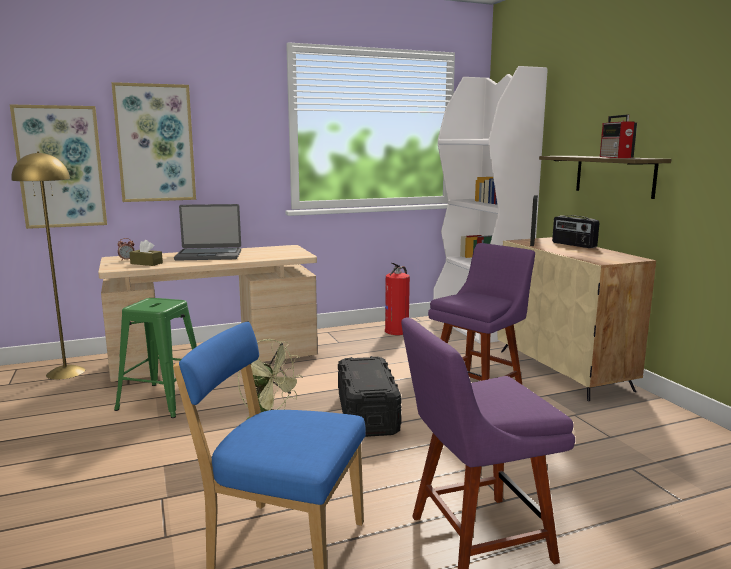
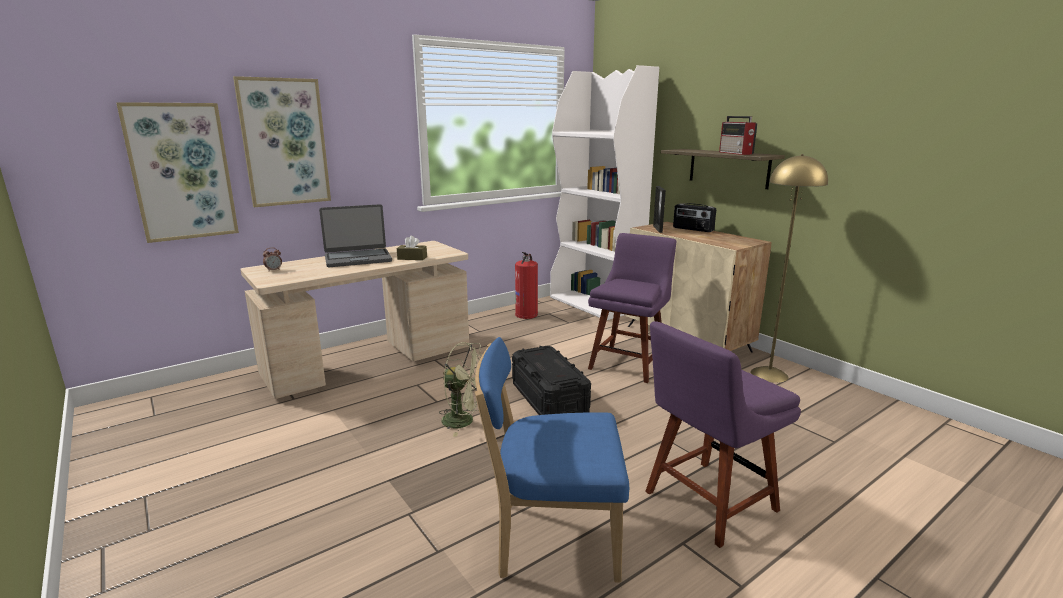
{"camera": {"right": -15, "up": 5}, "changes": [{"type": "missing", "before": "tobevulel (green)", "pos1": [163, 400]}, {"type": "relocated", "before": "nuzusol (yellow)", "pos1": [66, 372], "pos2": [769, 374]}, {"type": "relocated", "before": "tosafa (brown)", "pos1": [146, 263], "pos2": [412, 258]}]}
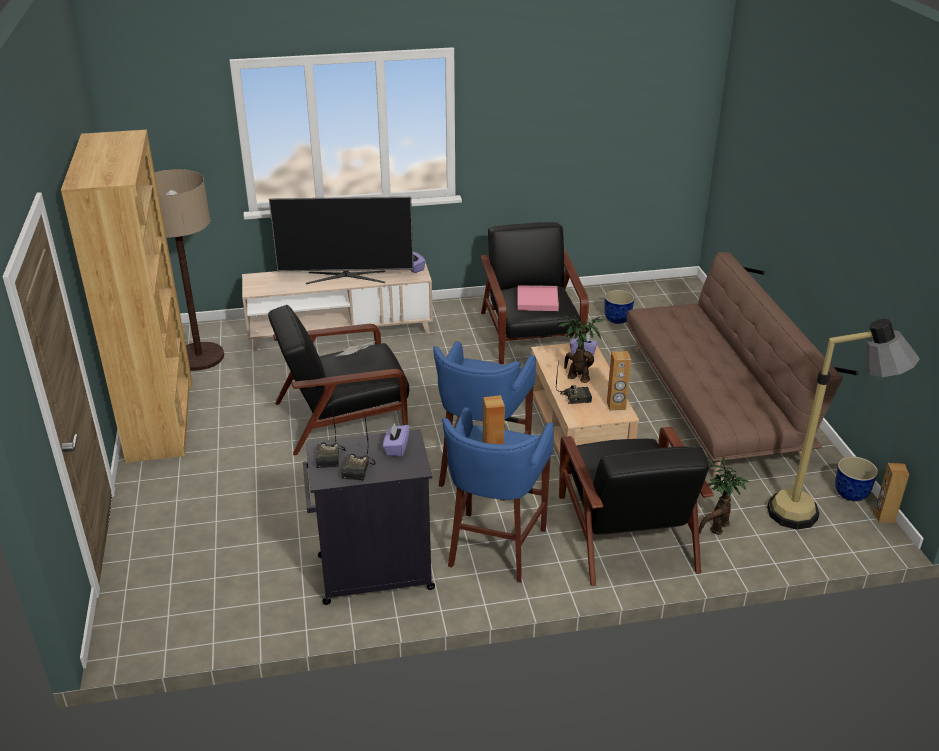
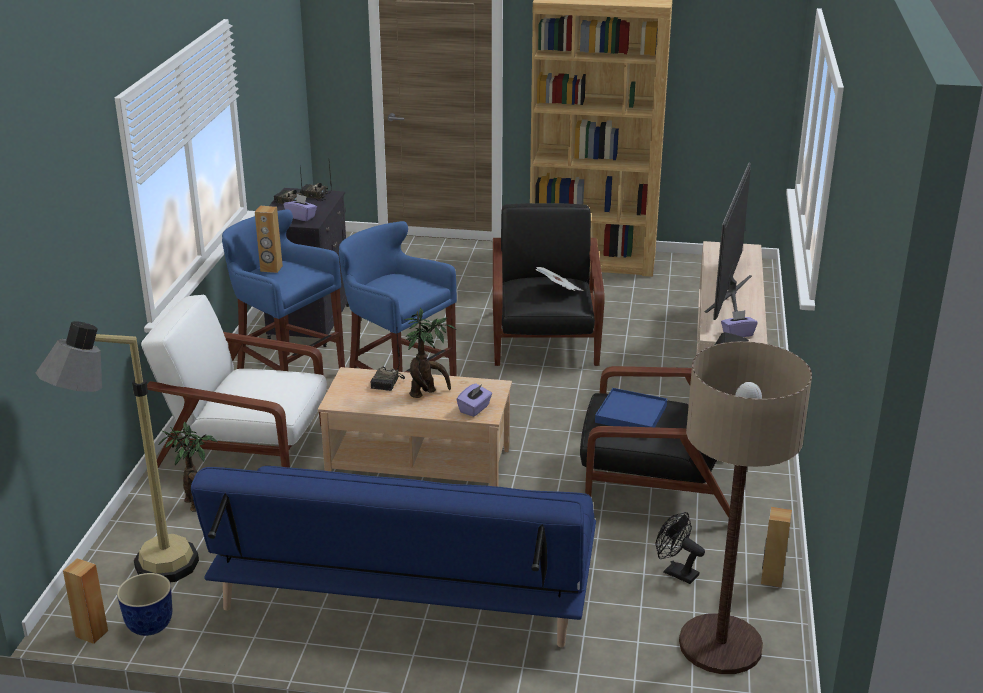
{"camera": {"right": 110, "up": -5}, "changes": [{"type": "relocated", "before": "nuzusol", "pos1": [199, 357], "pos2": [720, 645]}, {"type": "relocated", "before": "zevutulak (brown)", "pos1": [616, 406], "pos2": [771, 579]}, {"type": "exchanged", "before": "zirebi", "after": "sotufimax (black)", "pos1": [617, 319], "pos2": [675, 572]}, {"type": "colour", "before": "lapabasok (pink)", "after": "lapabasok (blue)", "pos1": [537, 300], "pos2": [631, 414]}, {"type": "colour", "before": "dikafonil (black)", "after": "dikafonil (white)", "pos1": [625, 530], "pos2": [245, 448]}, {"type": "colour", "before": "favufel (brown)", "after": "favufel (blue)", "pos1": [714, 403], "pos2": [406, 586]}]}
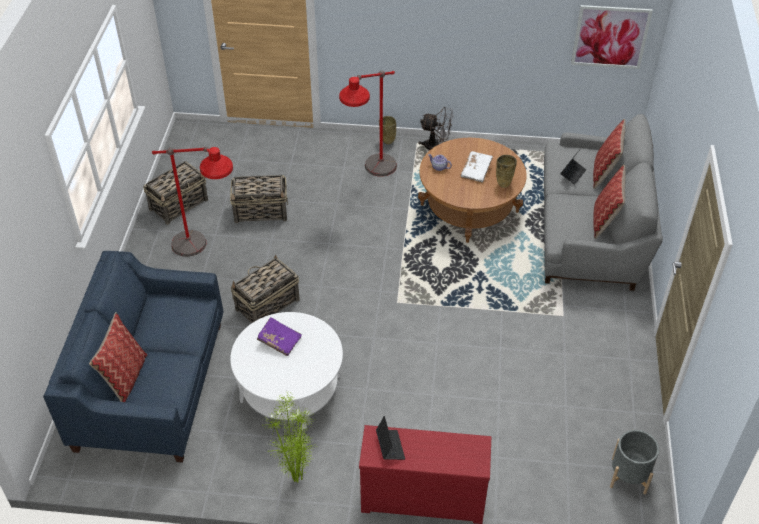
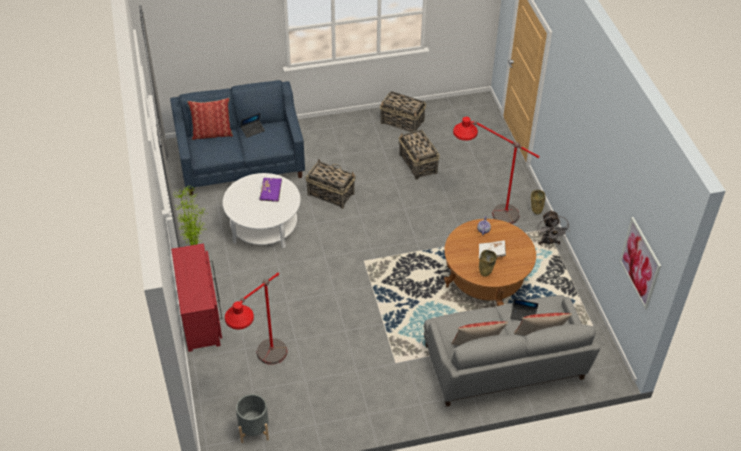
{"camera": {"right": 70, "up": 0}, "changes": [{"type": "relocated", "before": "nuzusol (red)", "pos1": [206, 255], "pos2": [263, 368]}, {"type": "relocated", "before": "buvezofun", "pos1": [390, 446], "pos2": [253, 130]}]}
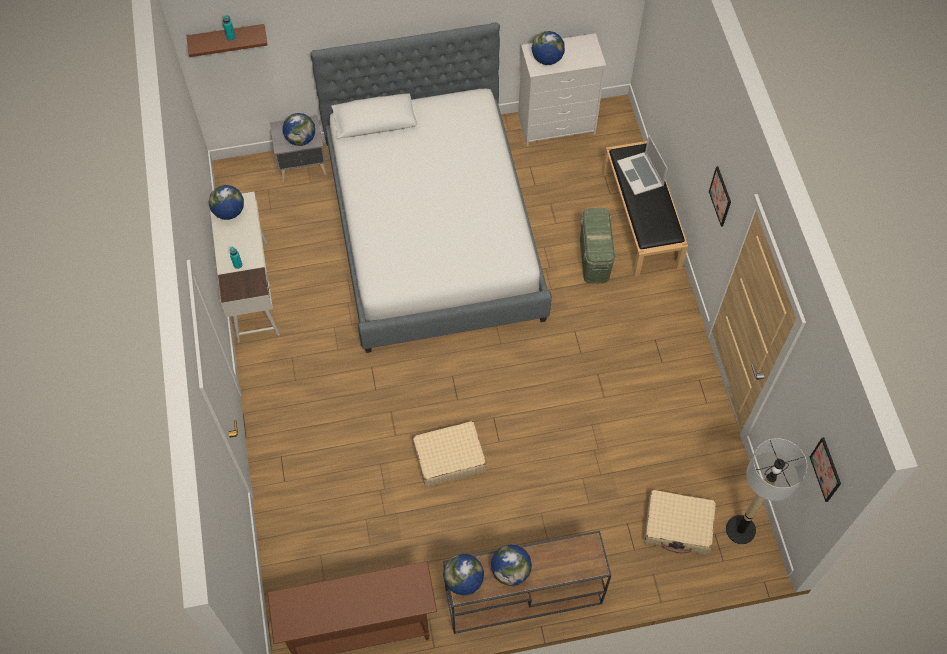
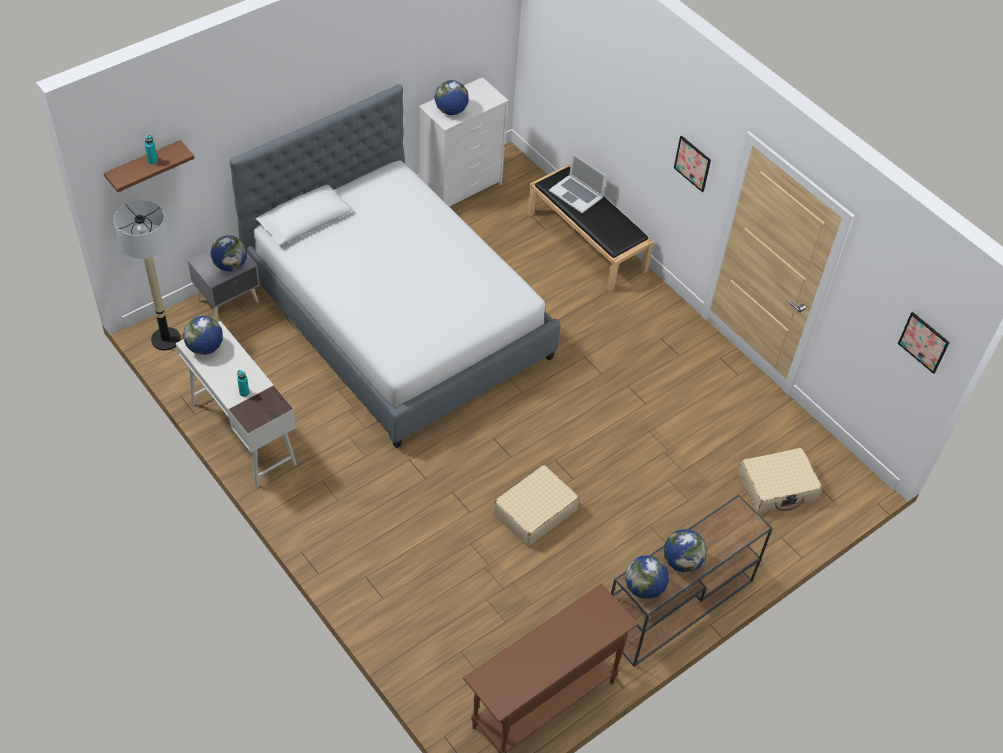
{"camera": {"right": -30, "up": -10}, "changes": [{"type": "missing", "before": "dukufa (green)", "pos1": [594, 258]}, {"type": "relocated", "before": "nuzusol", "pos1": [740, 529], "pos2": [166, 339]}]}
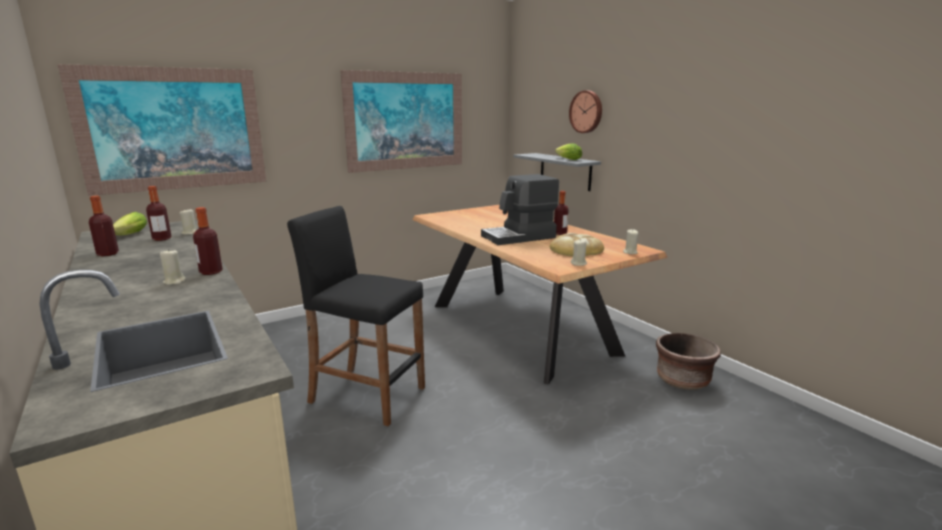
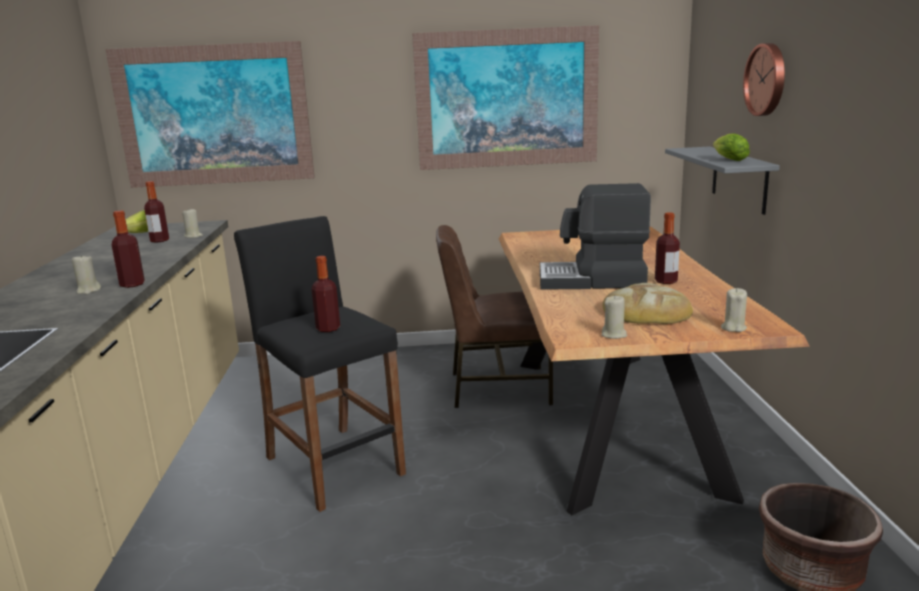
{"camera": {"right": 30, "up": 0}, "changes": [{"type": "appeared", "after": "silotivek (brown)", "pos2": [497, 387]}, {"type": "relocated", "before": "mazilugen", "pos1": [108, 254], "pos2": [328, 328]}]}
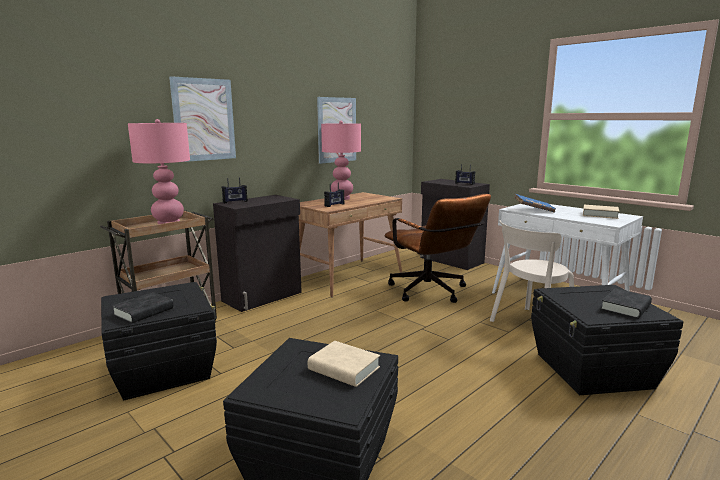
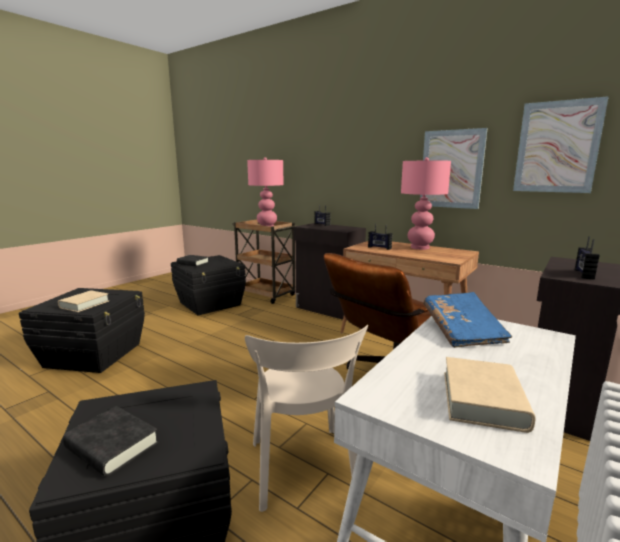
{"camera": {"right": 80, "up": 0}, "changes": [{"type": "relocated", "before": "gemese", "pos1": [204, 119], "pos2": [557, 147]}, {"type": "spun", "before": "silotivek (beige)", "pos1": [529, 325], "pos2": [303, 471], "turn": -150}]}
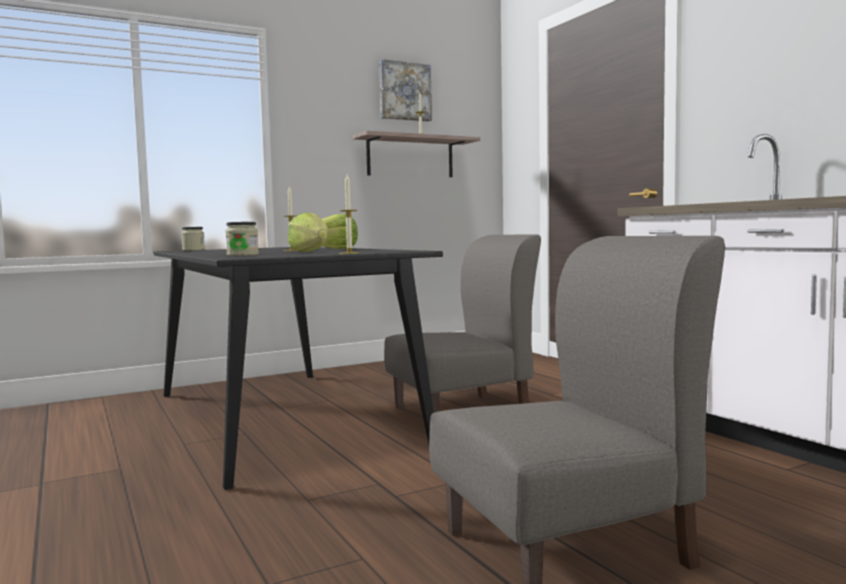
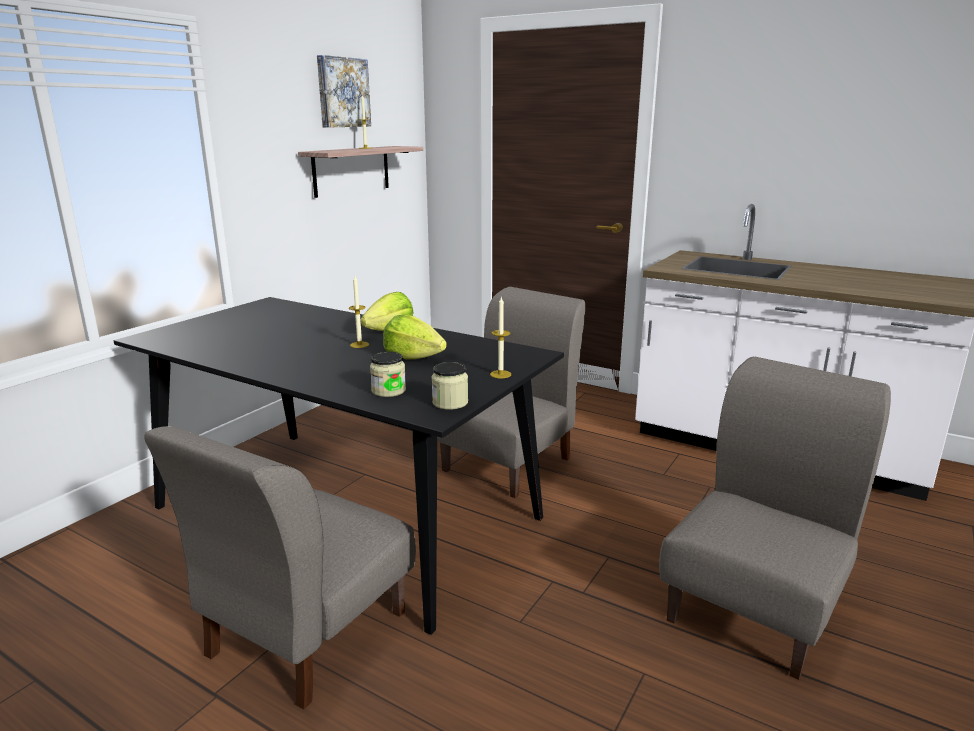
{"camera": {"right": -30, "up": 15}, "changes": [{"type": "appeared", "after": "silotivek (grey)", "pos2": [306, 633]}, {"type": "relocated", "before": "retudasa", "pos1": [193, 250], "pos2": [450, 403]}]}
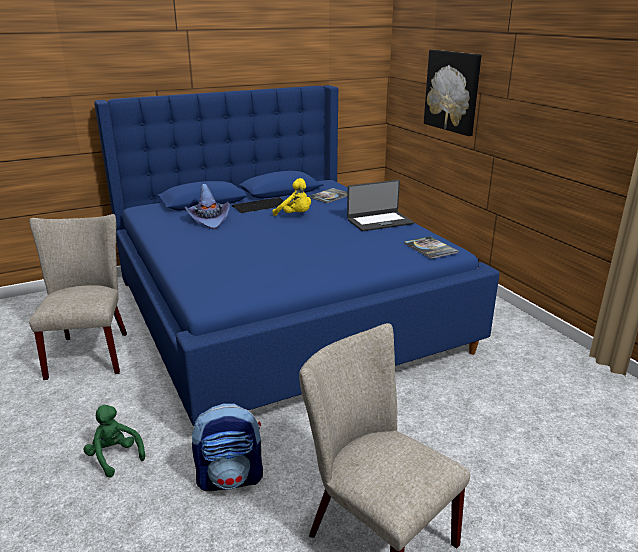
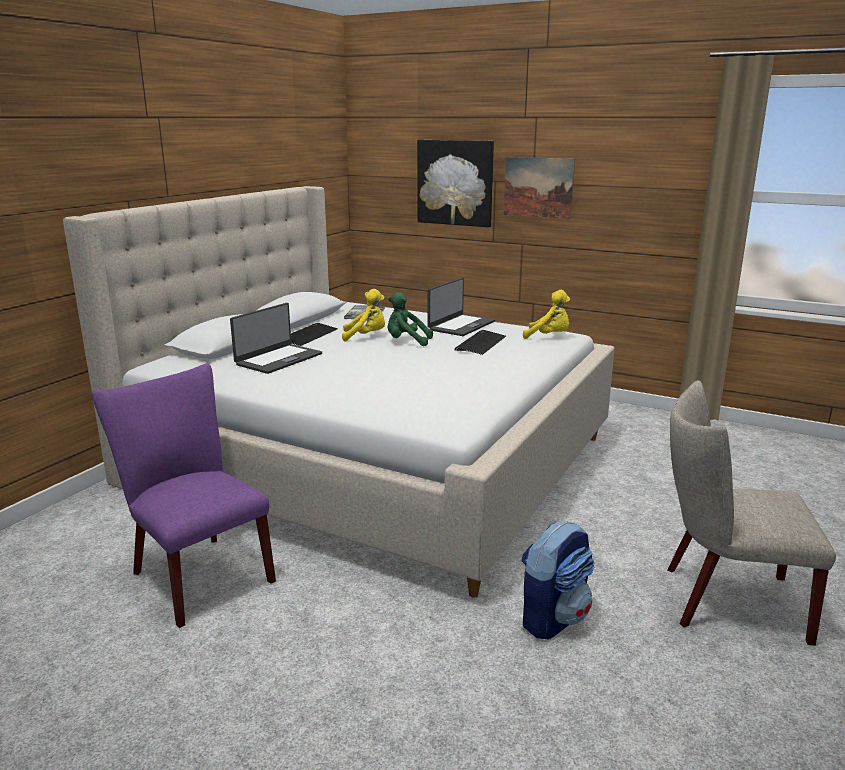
{"camera": {"right": -35, "up": -5}, "changes": [{"type": "appeared", "after": "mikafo", "pos2": [480, 343]}, {"type": "appeared", "after": "gemese", "pos2": [538, 187]}, {"type": "relocated", "before": "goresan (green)", "pos1": [115, 456], "pos2": [406, 342]}, {"type": "exchanged", "before": "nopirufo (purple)", "after": "buvezofun", "pos1": [209, 220], "pos2": [278, 359]}, {"type": "exchanged", "before": "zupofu", "after": "goresan (yellow)", "pos1": [430, 248], "pos2": [549, 337]}, {"type": "colour", "before": "silotivek (beige)", "after": "silotivek (purple)", "pos1": [90, 351], "pos2": [196, 574]}, {"type": "colour", "before": "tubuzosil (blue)", "after": "tubuzosil (beige)", "pos1": [283, 311], "pos2": [372, 458]}]}
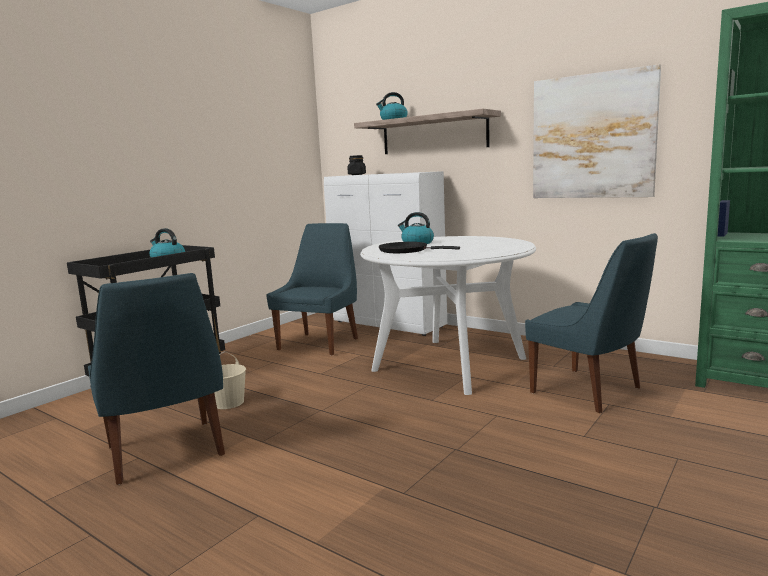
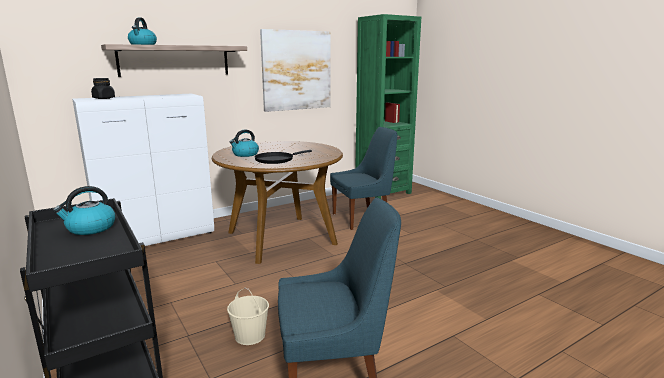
{"camera": {"right": -70, "up": 5}, "changes": [{"type": "missing", "before": "silotivek (blue)", "pos1": [320, 343]}, {"type": "colour", "before": "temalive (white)", "after": "temalive (brown)", "pos1": [449, 364], "pos2": [281, 238]}]}
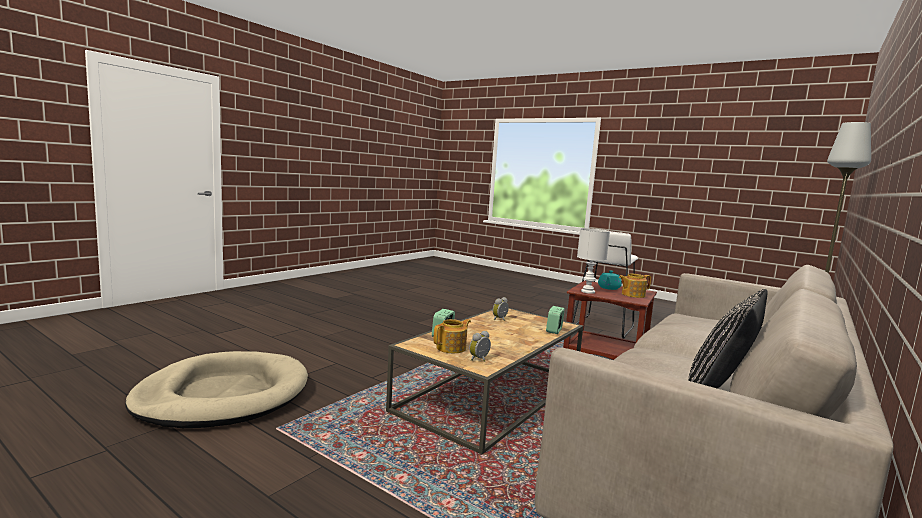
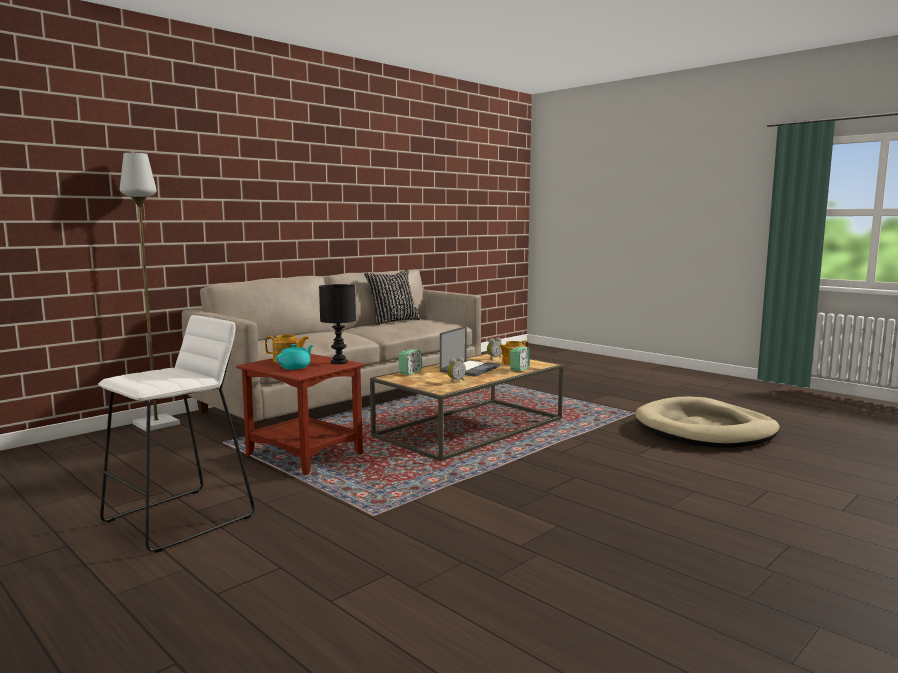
{"camera": {"right": -170, "up": 0}, "changes": [{"type": "appeared", "after": "buvezofun", "pos2": [470, 369]}, {"type": "colour", "before": "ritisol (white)", "after": "ritisol (black)", "pos1": [588, 292], "pos2": [339, 362]}]}
